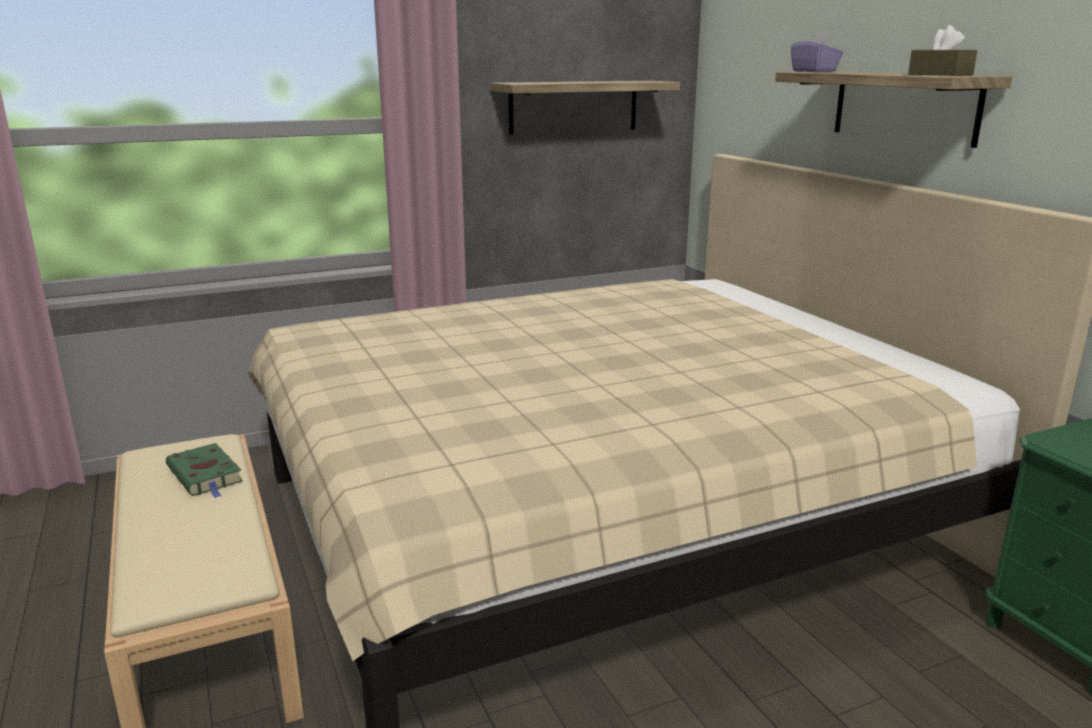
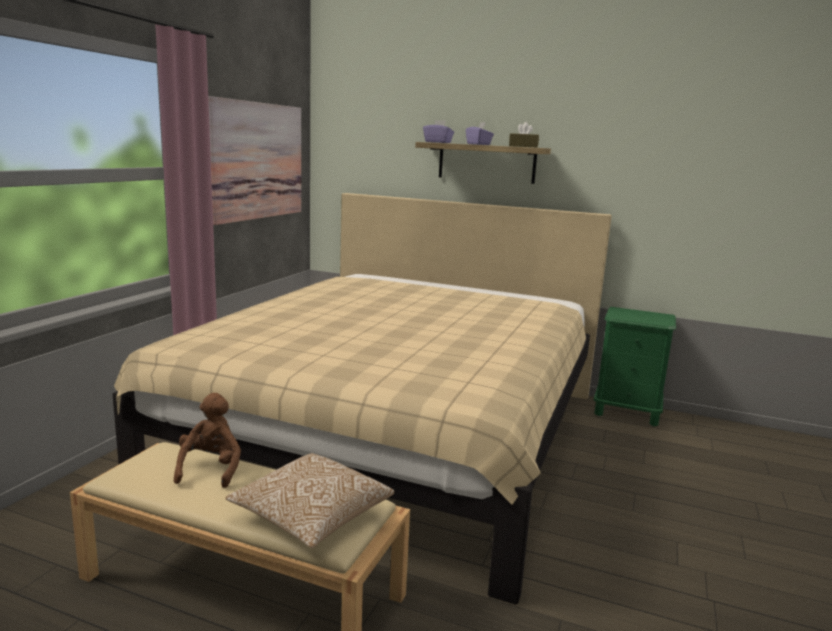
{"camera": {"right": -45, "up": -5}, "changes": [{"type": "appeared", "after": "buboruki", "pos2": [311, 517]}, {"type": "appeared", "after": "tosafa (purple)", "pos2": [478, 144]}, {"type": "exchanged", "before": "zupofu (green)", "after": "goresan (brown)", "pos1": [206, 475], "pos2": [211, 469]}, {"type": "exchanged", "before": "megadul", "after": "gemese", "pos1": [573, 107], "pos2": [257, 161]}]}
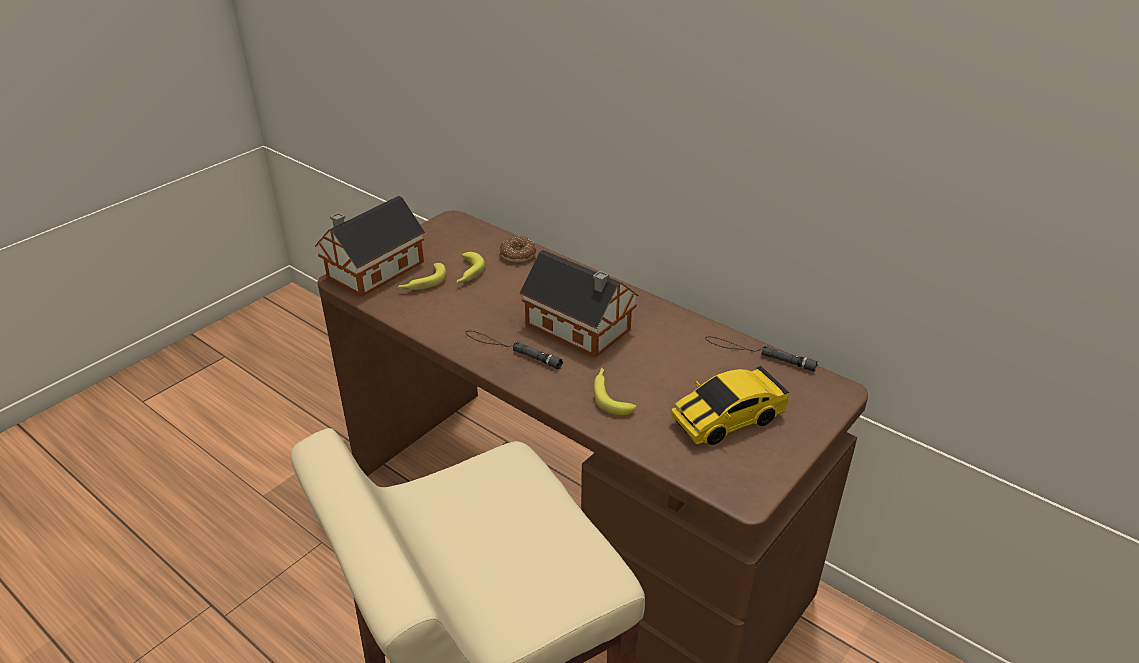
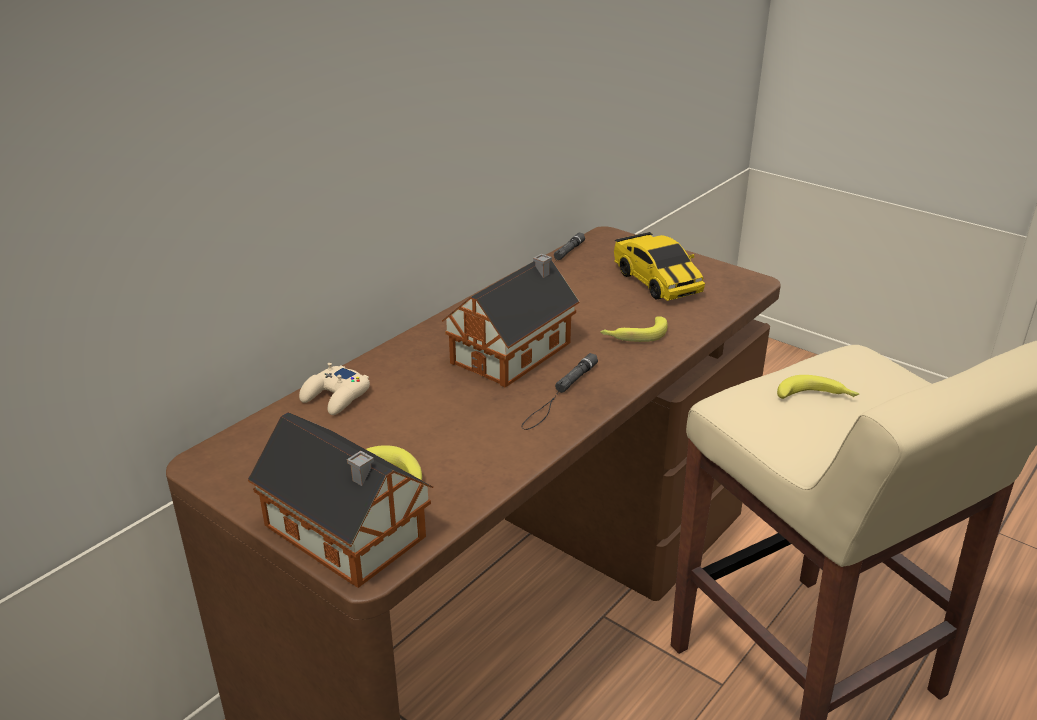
{"camera": {"right": -90, "up": -5}, "changes": [{"type": "relocated", "before": "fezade", "pos1": [467, 274], "pos2": [816, 397]}, {"type": "exchanged", "before": "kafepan", "after": "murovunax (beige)", "pos1": [518, 255], "pos2": [336, 397]}]}
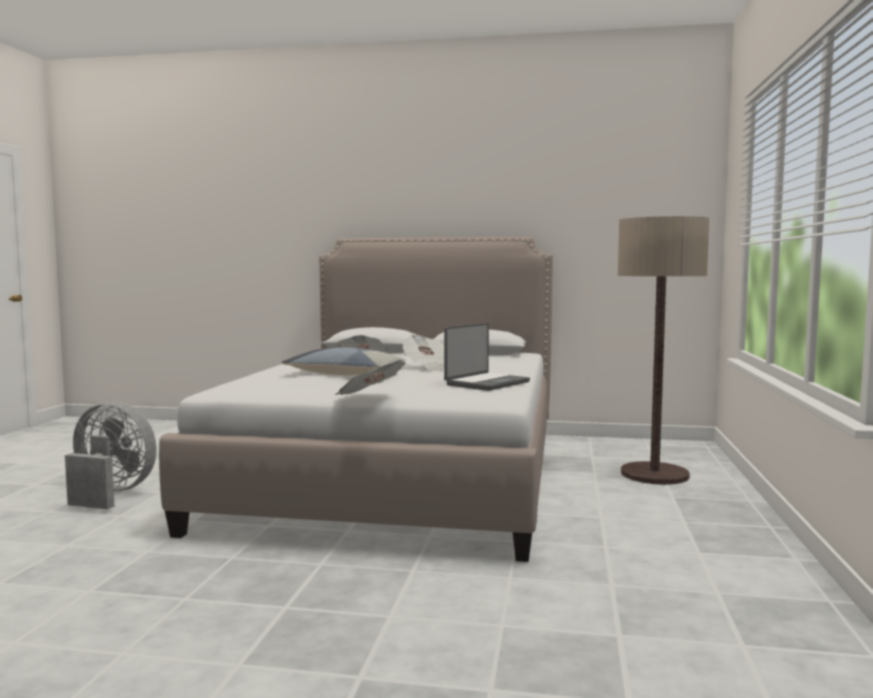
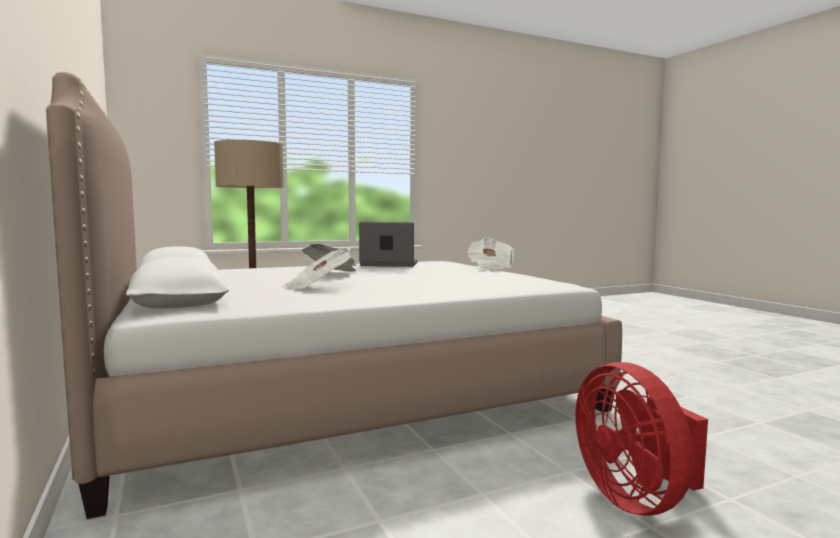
{"camera": {"right": -125, "up": 0}, "changes": [{"type": "missing", "before": "buboruki", "pos1": [344, 374]}, {"type": "colour", "before": "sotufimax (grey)", "after": "sotufimax (red)", "pos1": [110, 494], "pos2": [636, 499]}]}
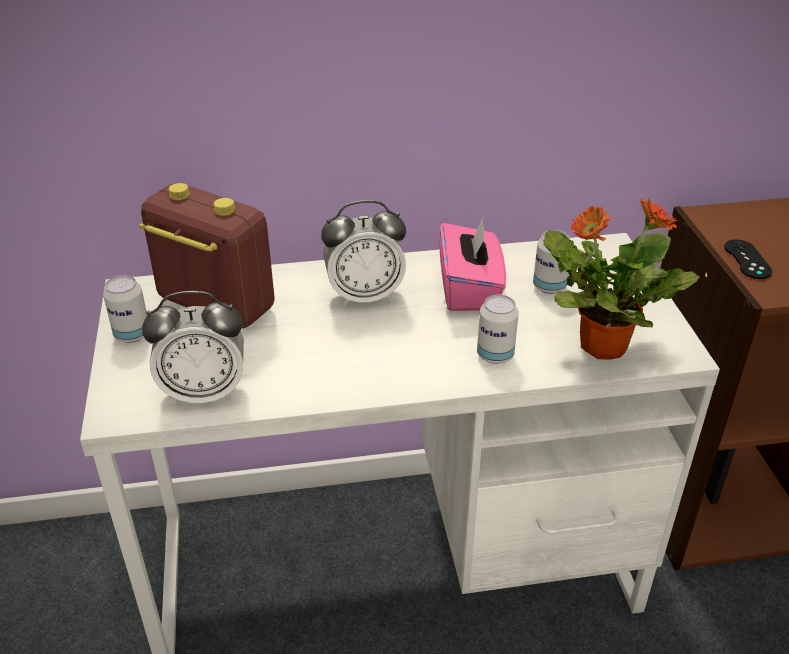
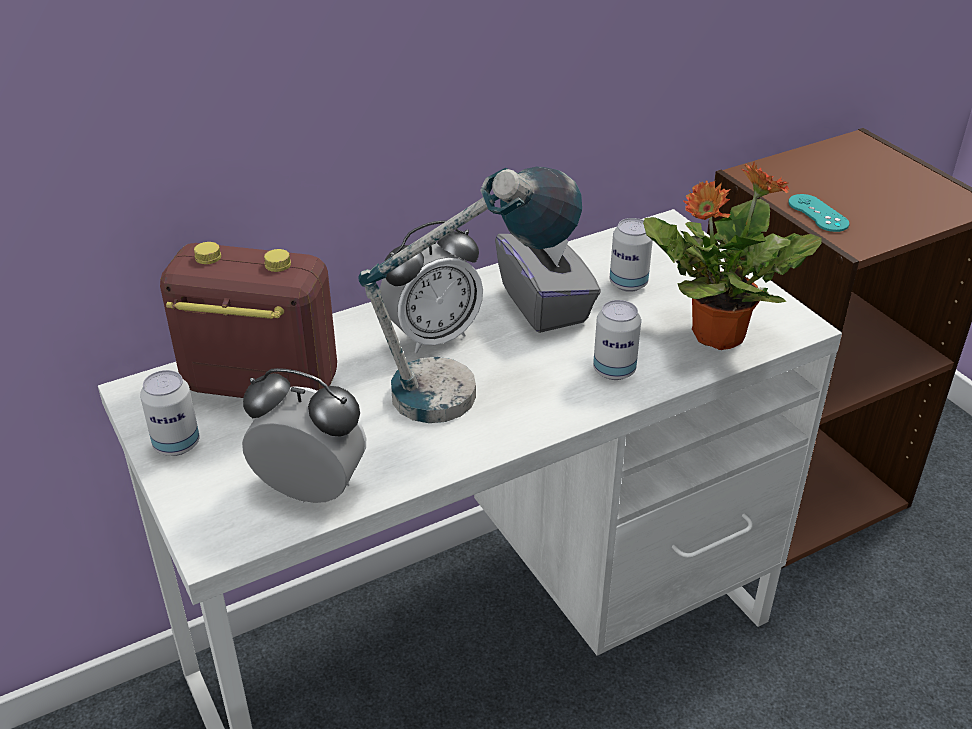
{"camera": {"right": -20, "up": 0}, "changes": [{"type": "appeared", "after": "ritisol", "pos2": [470, 388]}, {"type": "colour", "before": "tosafa (pink)", "after": "tosafa (grey)", "pos1": [469, 290], "pos2": [545, 305]}, {"type": "colour", "before": "murovunax (black)", "after": "murovunax (turquoise)", "pos1": [747, 259], "pos2": [818, 213]}, {"type": "spun", "before": "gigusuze", "pos1": [204, 392], "pos2": [311, 491], "turn": -135}]}
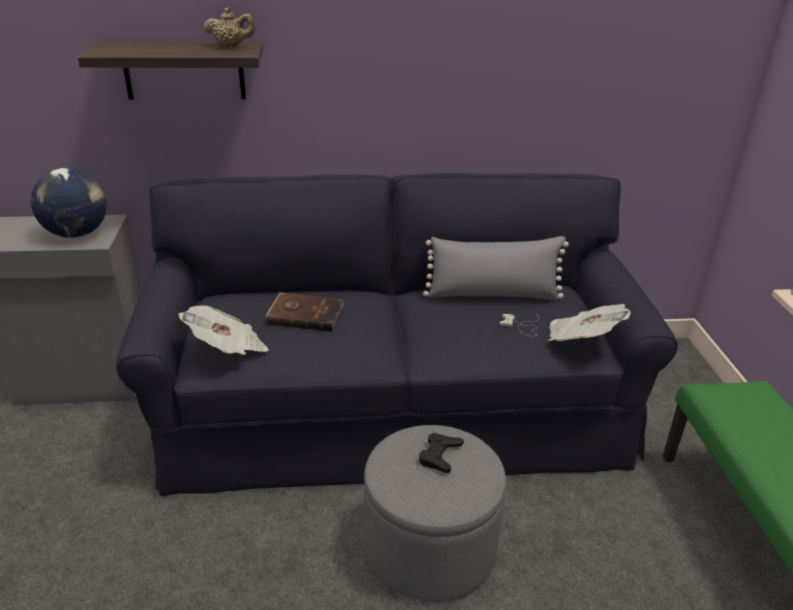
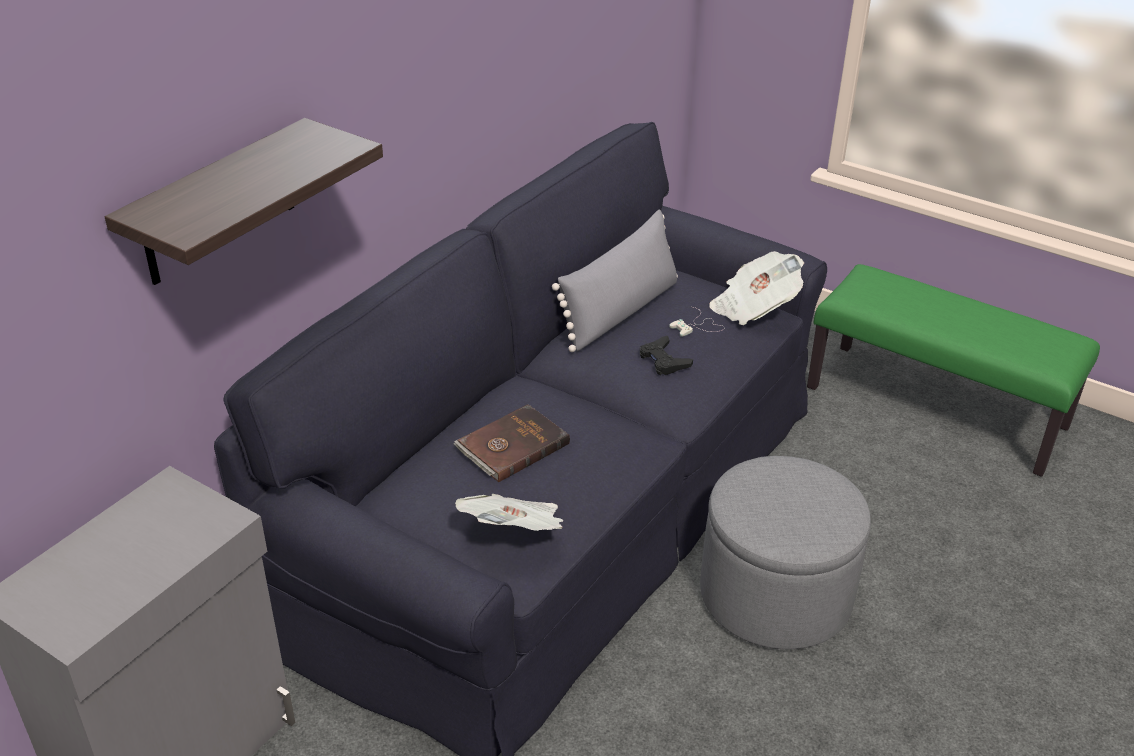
{"camera": {"right": -50, "up": 5}, "changes": [{"type": "missing", "before": "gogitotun", "pos1": [77, 234]}, {"type": "missing", "before": "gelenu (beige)", "pos1": [231, 46]}, {"type": "relocated", "before": "murovunax (black)", "pos1": [440, 455], "pos2": [663, 360]}]}
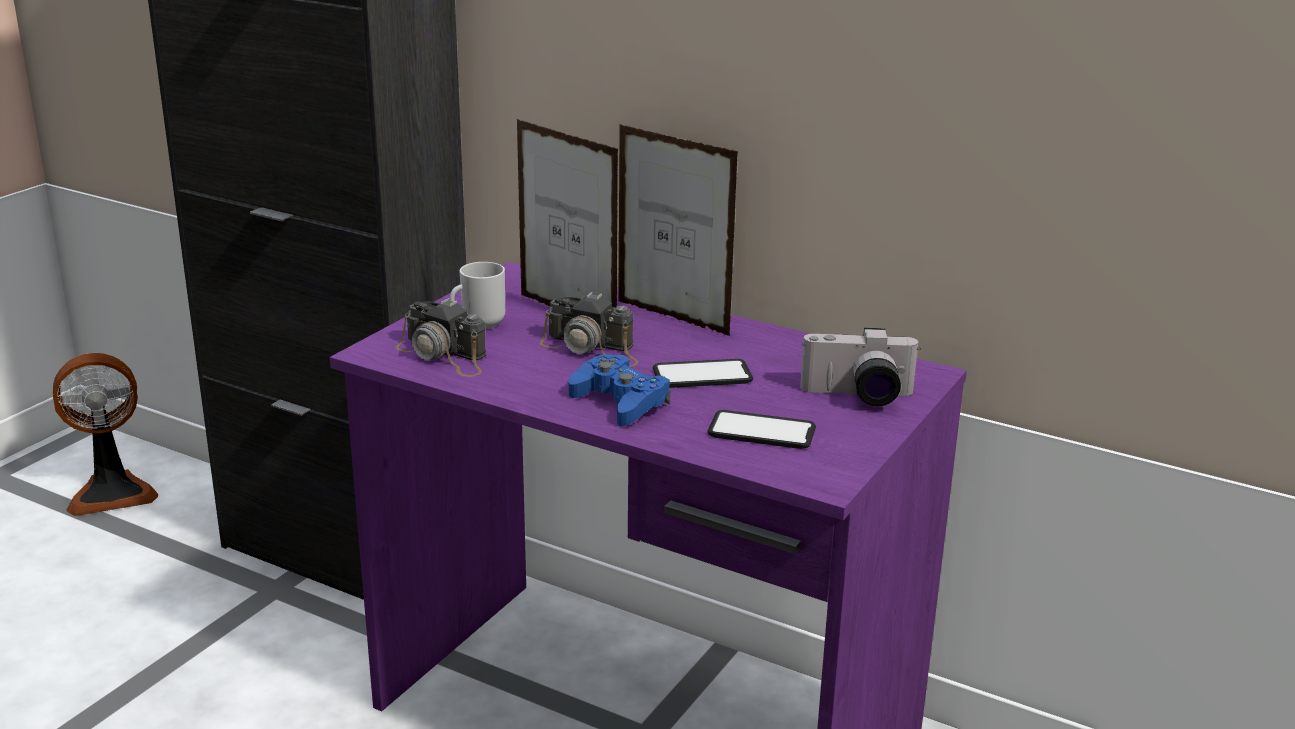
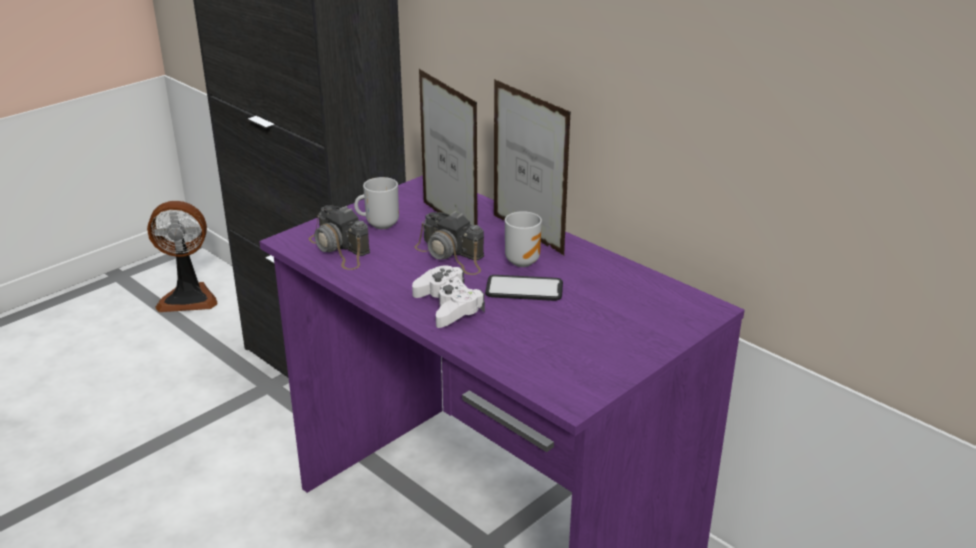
{"camera": {"right": 15, "up": 5}, "changes": [{"type": "missing", "before": "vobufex", "pos1": [761, 431]}, {"type": "missing", "before": "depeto", "pos1": [858, 397]}, {"type": "appeared", "after": "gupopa", "pos2": [522, 260]}, {"type": "colour", "before": "murovunax (blue)", "after": "murovunax (white)", "pos1": [620, 402], "pos2": [448, 305]}]}
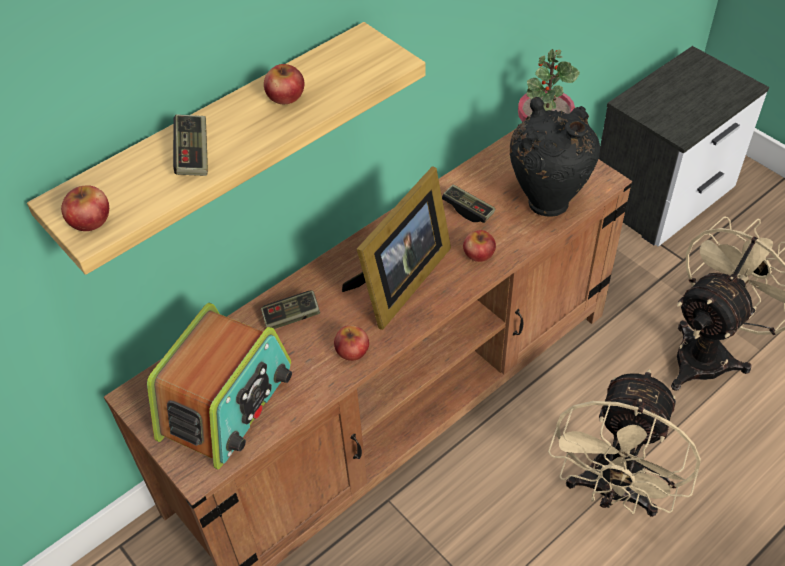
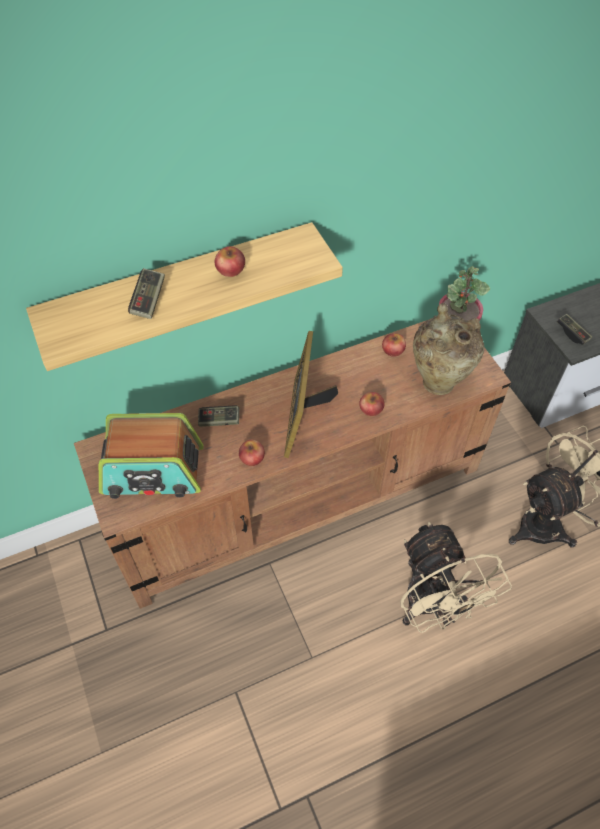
{"camera": {"right": 15, "up": 5}, "changes": [{"type": "relocated", "before": "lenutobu", "pos1": [90, 219], "pos2": [393, 350]}, {"type": "relocated", "before": "murovunax", "pos1": [468, 210], "pos2": [572, 333]}, {"type": "colour", "before": "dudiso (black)", "after": "dudiso (beige)", "pos1": [547, 200], "pos2": [439, 380]}, {"type": "spun", "before": "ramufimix", "pos1": [227, 402], "pos2": [153, 471], "turn": 45}, {"type": "spun", "before": "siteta", "pos1": [399, 283], "pos2": [304, 416], "turn": 135}, {"type": "spun", "before": "sotufimax (beige)", "pos1": [612, 492], "pos2": [432, 607], "turn": -60}]}
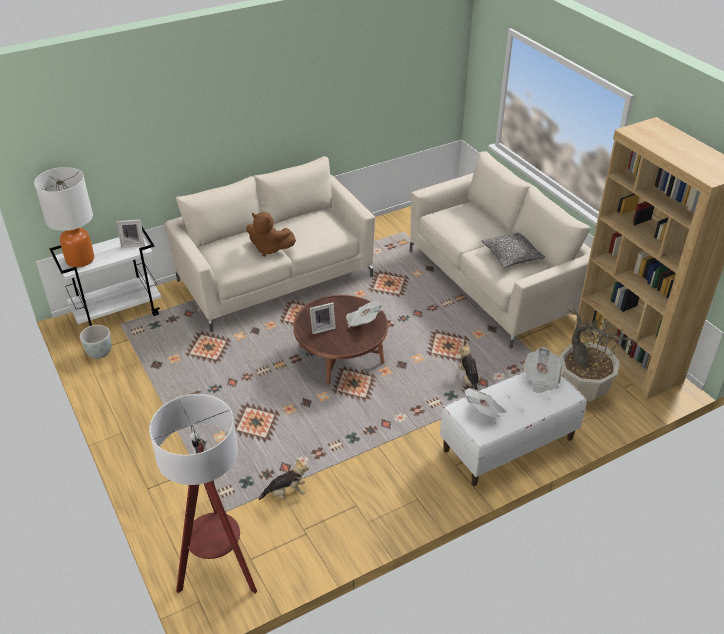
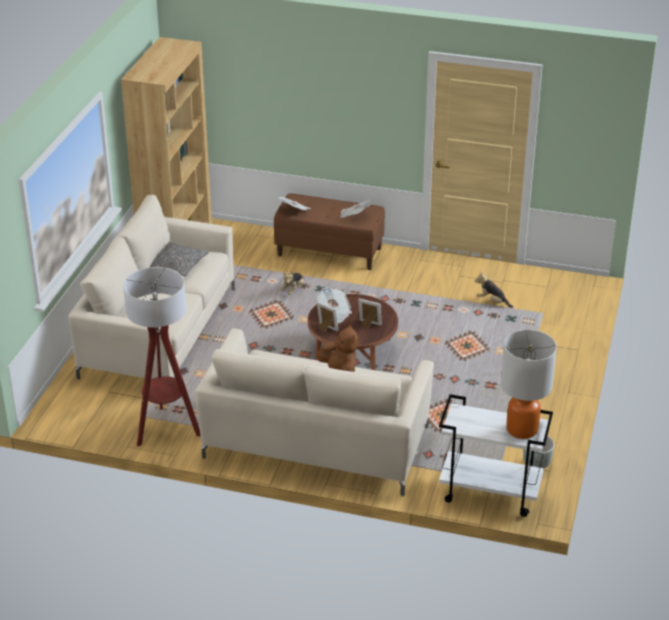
{"camera": {"right": -135, "up": -5}, "changes": [{"type": "missing", "before": "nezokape", "pos1": [583, 389]}, {"type": "relocated", "before": "siteta", "pos1": [133, 244], "pos2": [326, 329]}, {"type": "relocated", "before": "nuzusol", "pos1": [219, 572], "pos2": [166, 429]}, {"type": "colour", "before": "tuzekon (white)", "after": "tuzekon (brown)", "pos1": [508, 444], "pos2": [329, 251]}]}
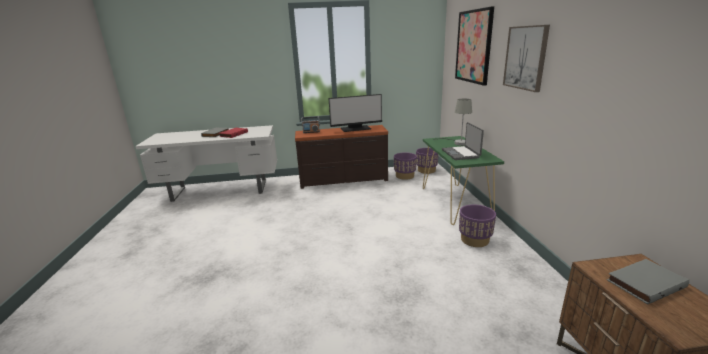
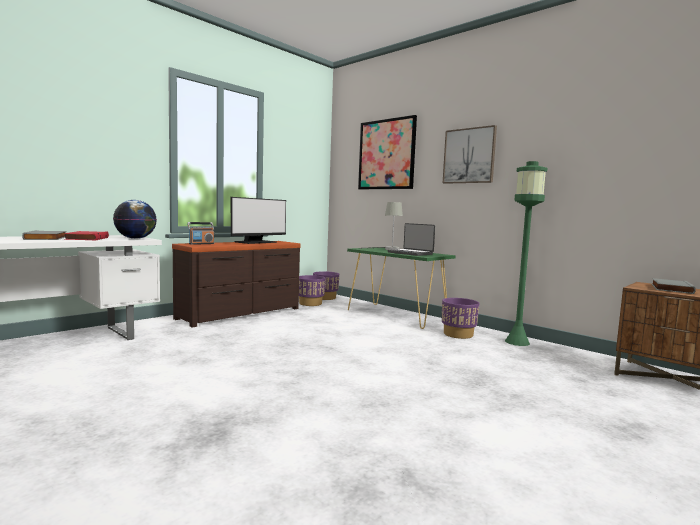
{"camera": {"right": -40, "up": -15}, "changes": [{"type": "appeared", "after": "gogitotun", "pos2": [136, 238]}, {"type": "appeared", "after": "nuzusol (green)", "pos2": [517, 342]}]}
